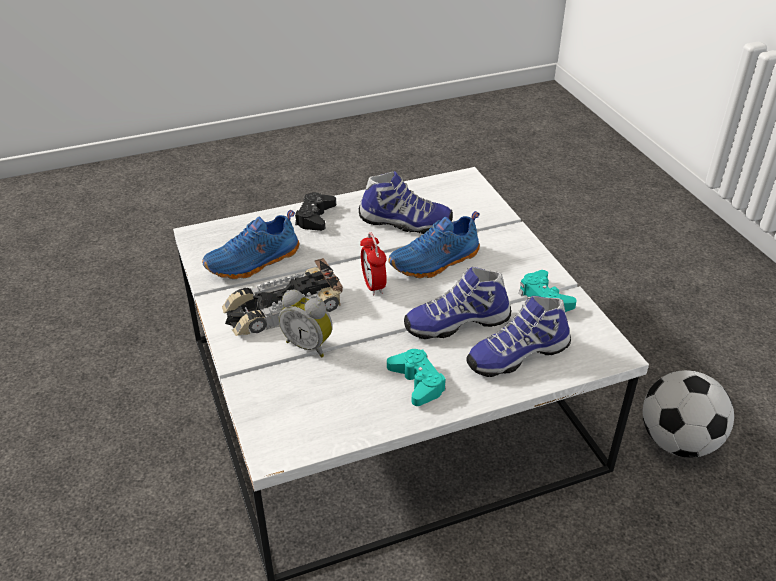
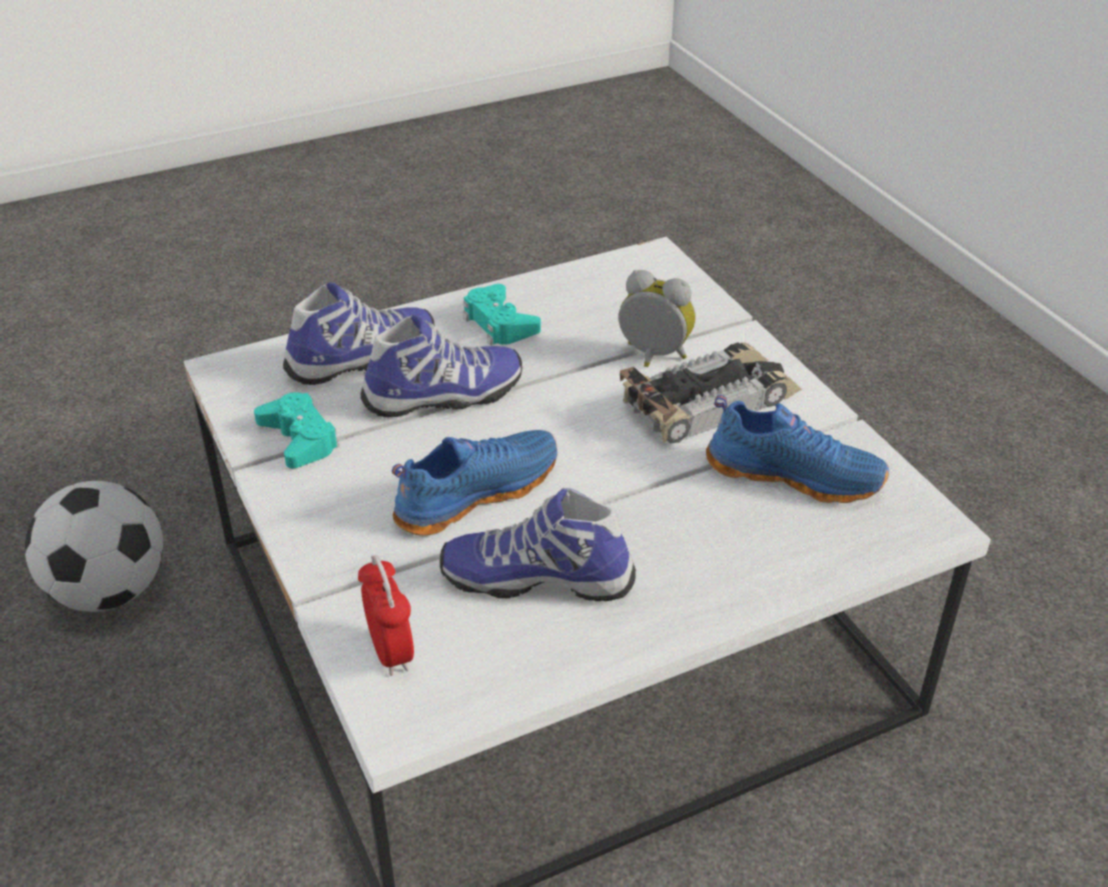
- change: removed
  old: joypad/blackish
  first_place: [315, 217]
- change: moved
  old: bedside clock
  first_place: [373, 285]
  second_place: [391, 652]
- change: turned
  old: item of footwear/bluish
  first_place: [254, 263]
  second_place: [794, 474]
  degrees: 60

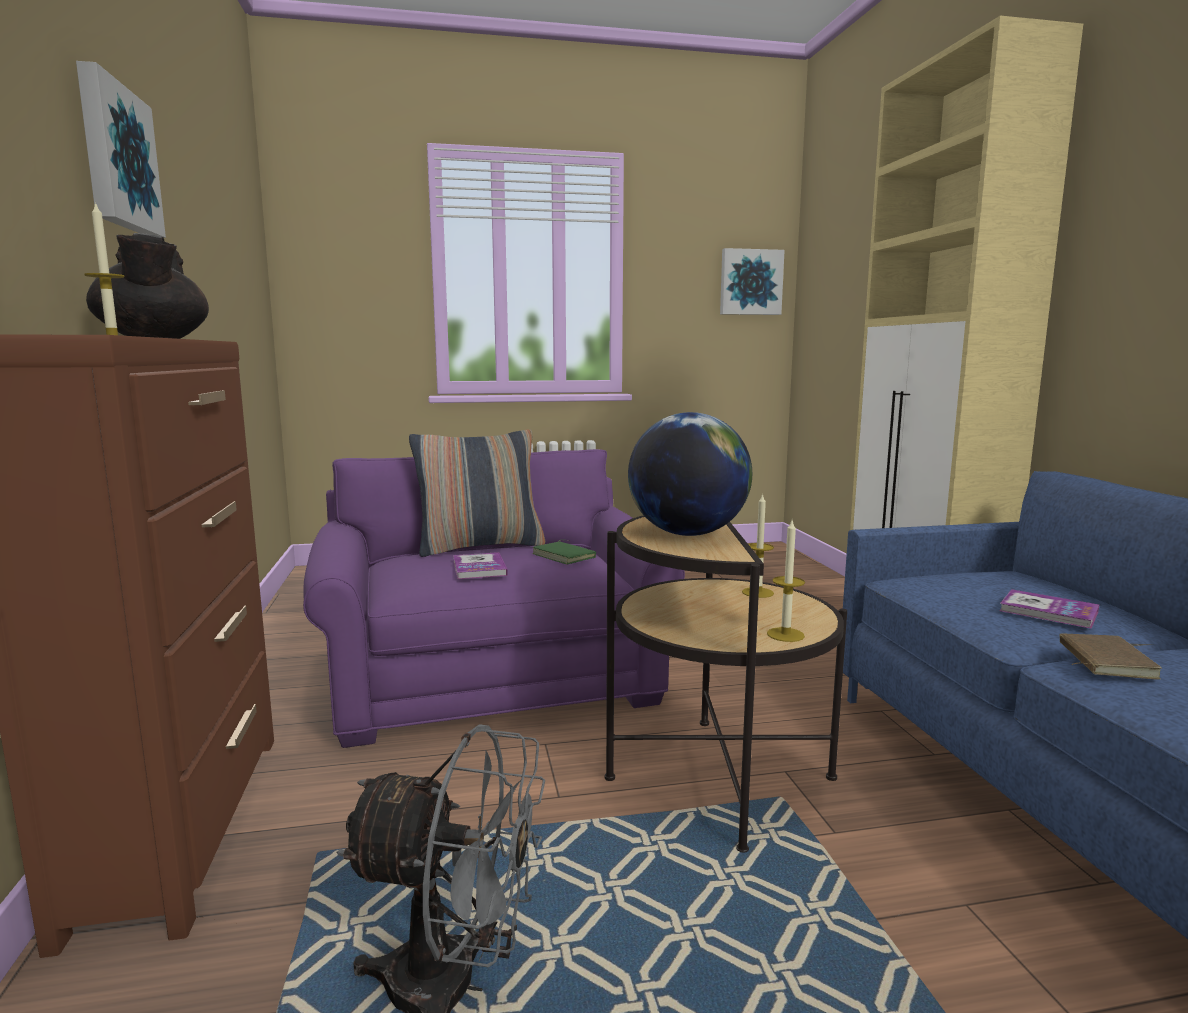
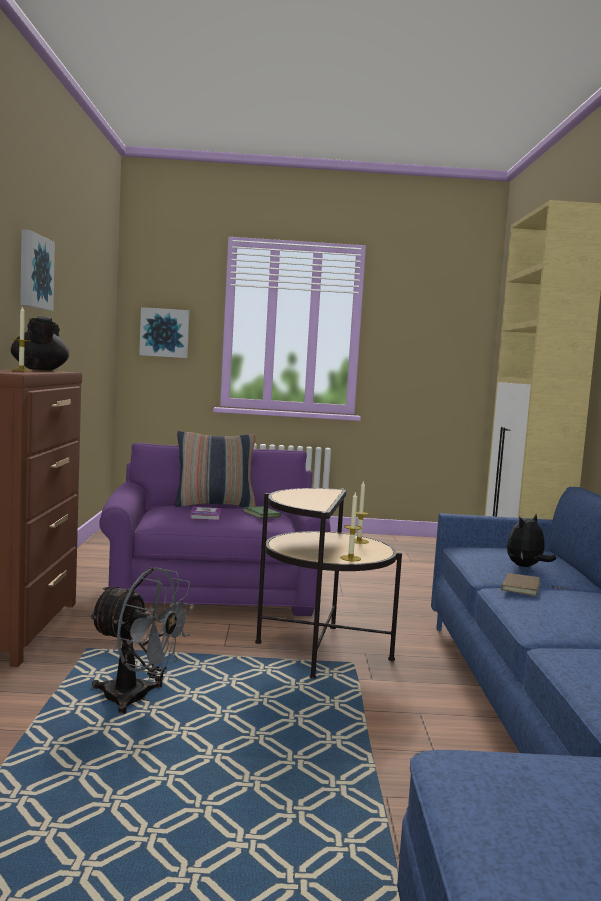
- change: removed
  old: world globe
  first_place: [687, 534]
- change: moved
  old: picture
  first_place: [750, 282]
  second_place: [164, 333]
- change: replaced
  old: bound book
  new: plush toy
  first_place: [1048, 611]
  second_place: [526, 567]

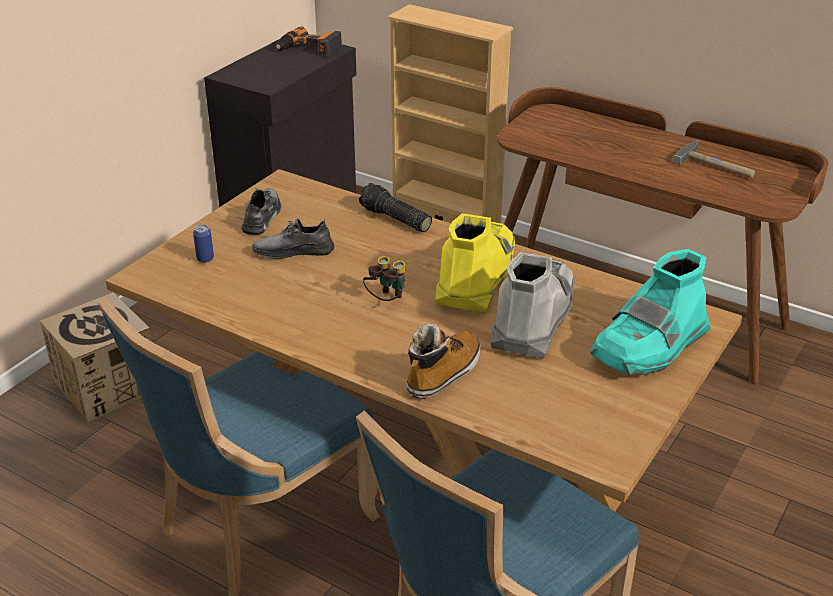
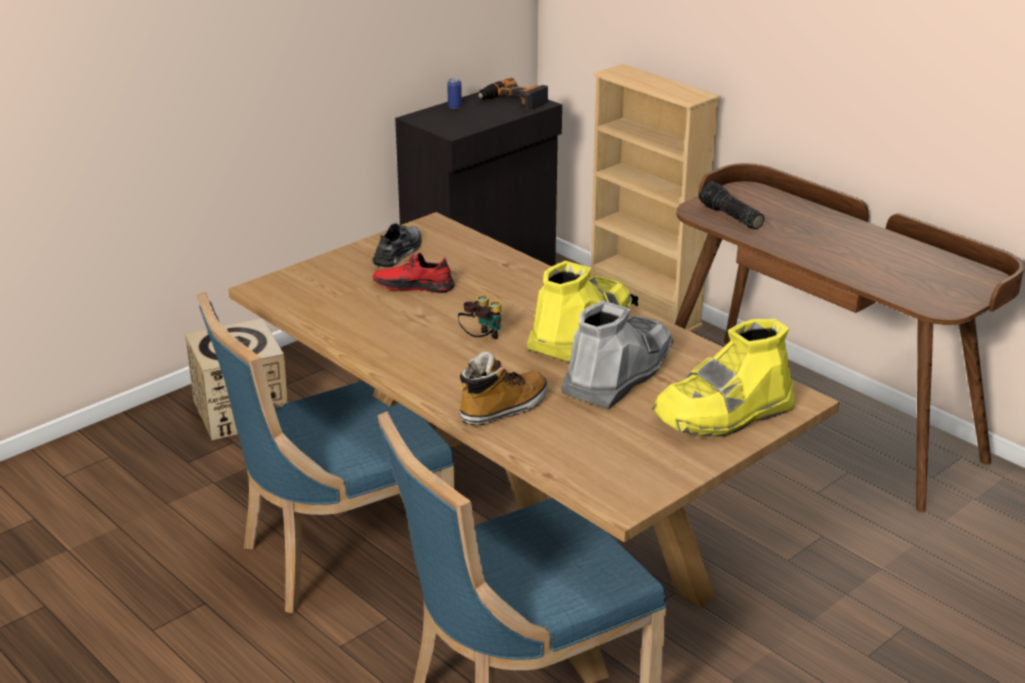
- change: removed
  old: hammer
  first_place: [717, 165]
- change: moved
  old: sealed can
  first_place: [205, 259]
  second_place: [454, 107]
- change: moved
  old: flashlight
  first_place: [394, 219]
  second_place: [729, 217]
- change: recoloured
  old: item of footwear/greyish
  new: item of footwear/red-coloured
  first_place: [293, 251]
  second_place: [414, 286]
- change: recoloured
  old: boot/turquoise-coloured
  new: boot/yellow
  first_place: [650, 347]
  second_place: [723, 415]

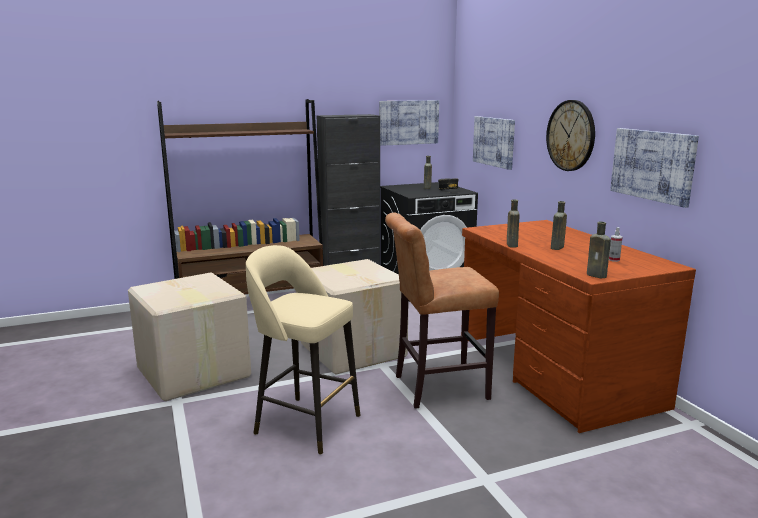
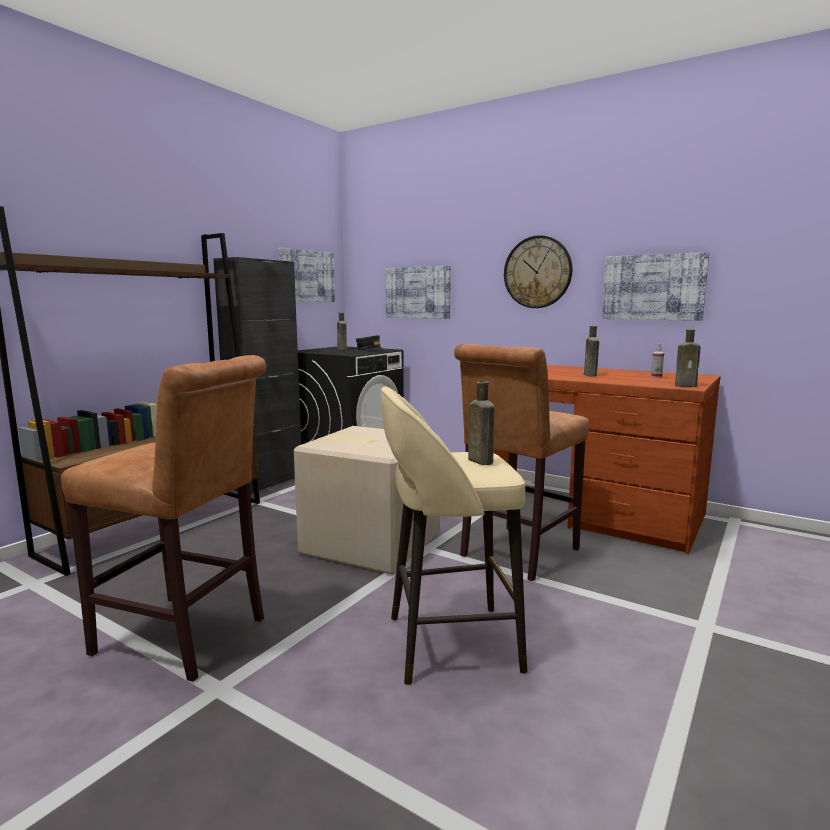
- change: moved
  old: drink bottle/brownish
  first_place: [511, 245]
  second_place: [479, 460]
- change: replaced
  old: carton
  new: sitting stool/brownish
  first_place: [192, 373]
  second_place: [187, 638]

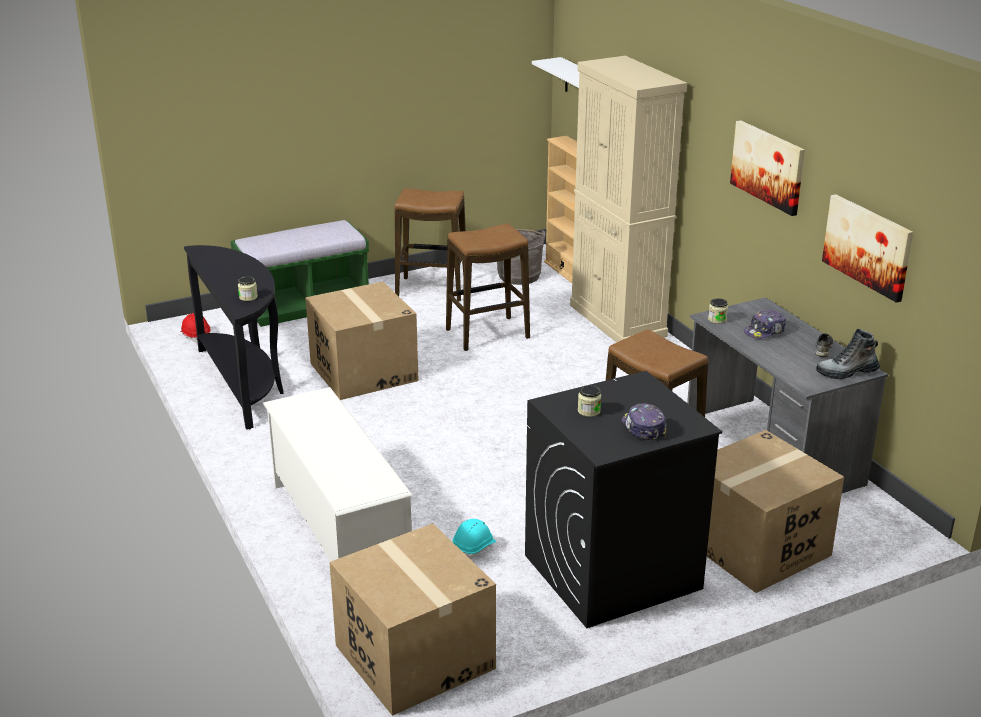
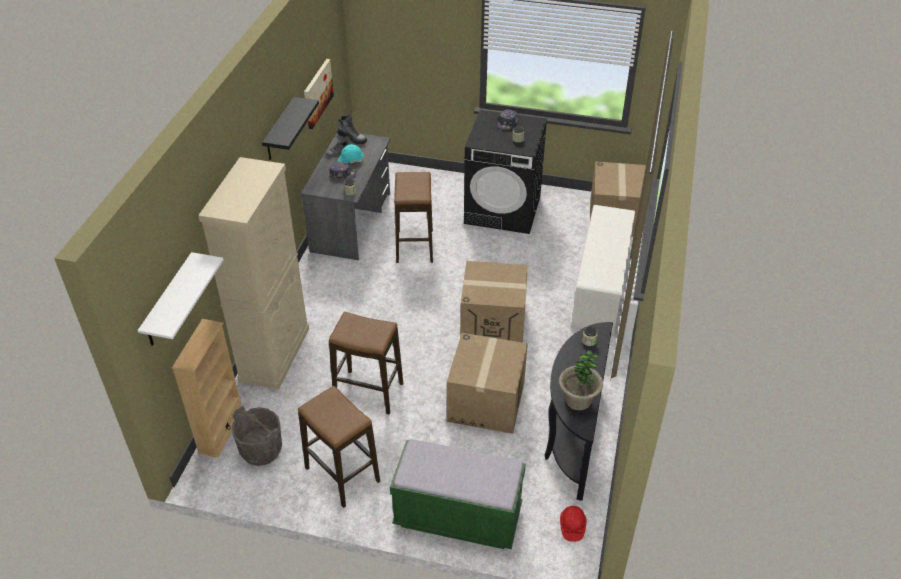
- change: added
  new: plant in a pot
  second_place: [578, 400]
- change: moved
  old: hard hat/turquoise-coloured
  first_place: [474, 548]
  second_place: [350, 161]
- change: moved
  old: carton
  first_place: [756, 547]
  second_place: [493, 323]
- change: replaced
  old: picture
  new: wall shelf/blackish
  first_place: [768, 166]
  second_place: [279, 130]

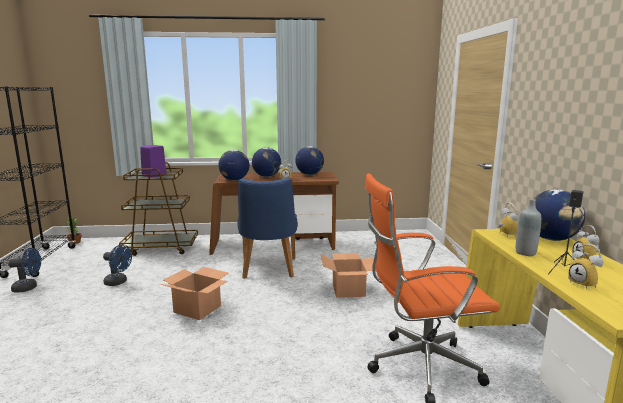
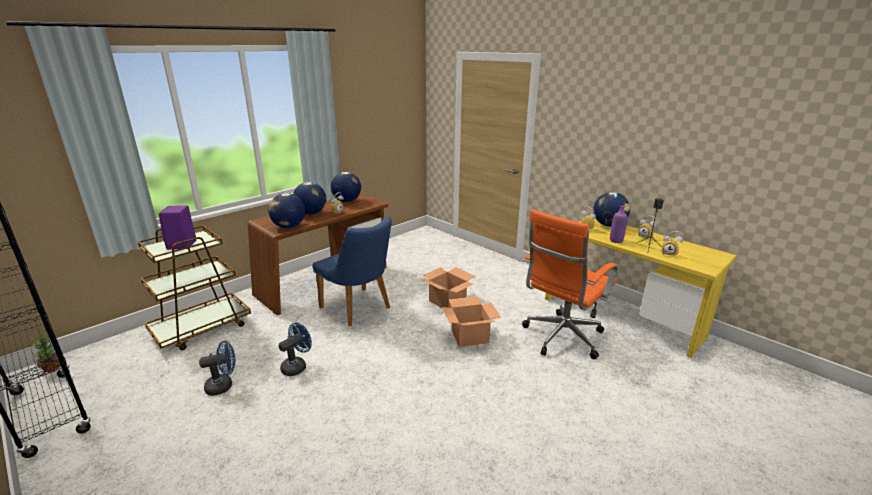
- change: moved
  old: fan/bluish
  first_place: [29, 287]
  second_place: [297, 366]
- change: moved
  old: carton
  first_place: [196, 309]
  second_place: [469, 336]
- change: recoloured
  old: drink bottle/greyish
  new: drink bottle/purplish
  first_place: [525, 253]
  second_place: [616, 240]

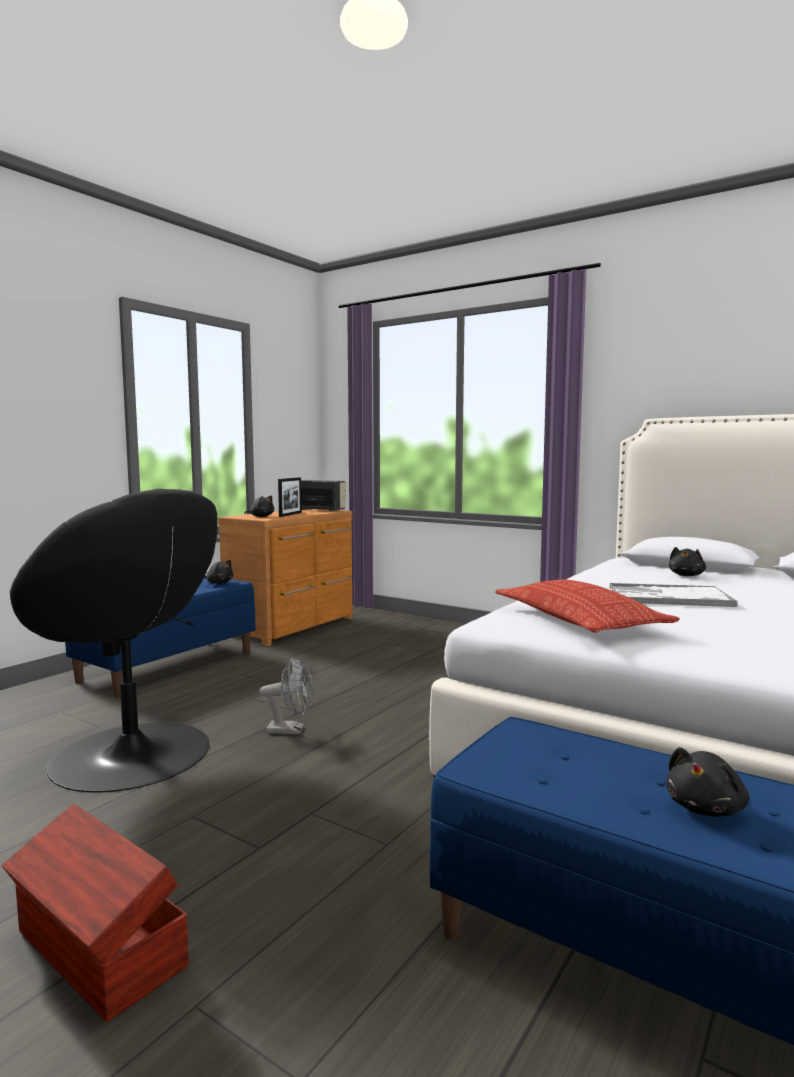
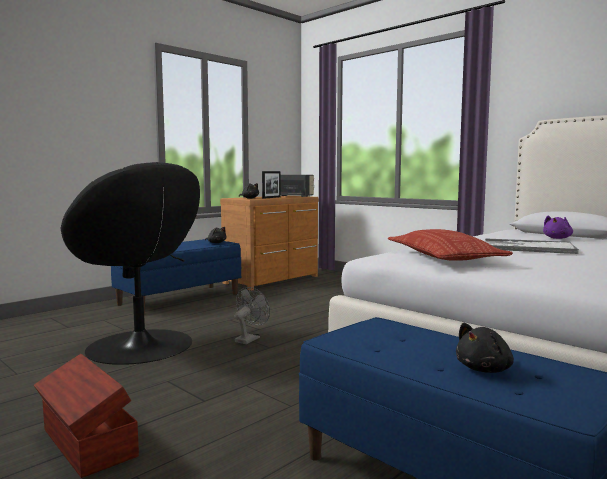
- change: recoloured
  old: plush toy/blackish
  new: plush toy/purplish
  first_place: [686, 575]
  second_place: [557, 238]
- change: turned
  old: fan/greyish
  first_place: [291, 730]
  second_place: [249, 339]
  degrees: -75

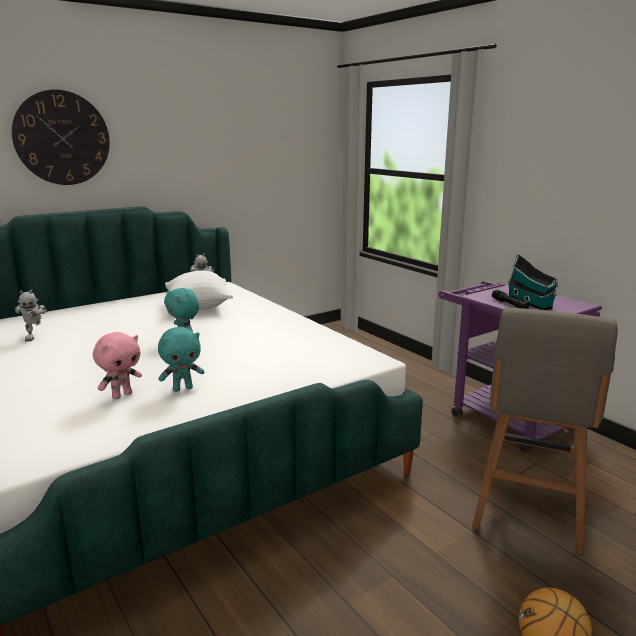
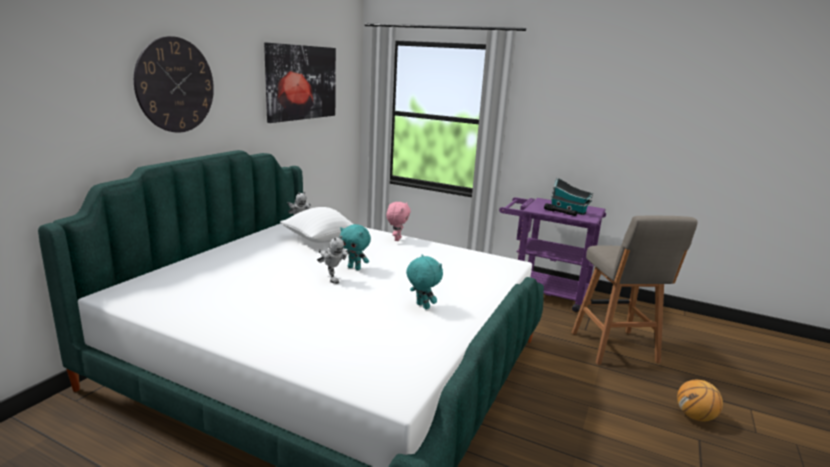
- change: added
  new: picture
  second_place: [301, 82]
- change: moved
  old: robot figure
  first_place: [35, 337]
  second_place: [331, 279]
- change: moved
  old: plush toy/pink-coloured
  first_place: [122, 395]
  second_place: [397, 239]
- change: turned
  old: plush toy/turquoise-coloured
  first_place: [183, 388]
  second_place: [422, 306]
  degrees: -75

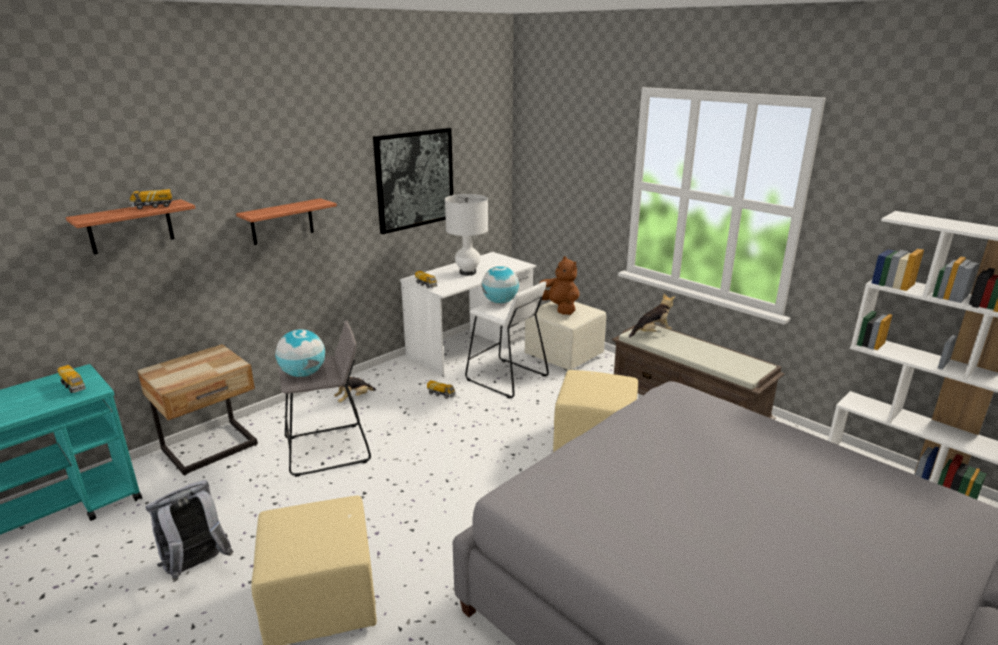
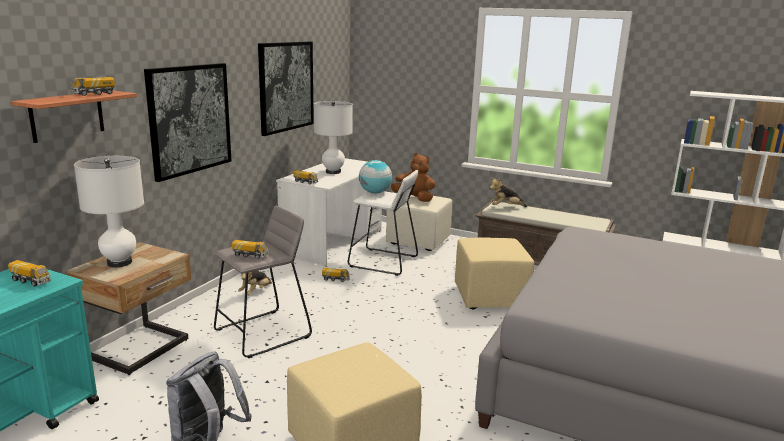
- change: added
  new: tabletop lamp/white-coloured
  second_place: [120, 262]
- change: replaced
  old: wall shelf
  new: picture
  first_place: [282, 222]
  second_place: [190, 119]
- change: replaced
  old: world globe
  new: toy truck
  first_place: [303, 374]
  second_place: [250, 255]
- change: turned
  old: plush toy
  first_place: [652, 333]
  second_place: [505, 207]
  degrees: -150

